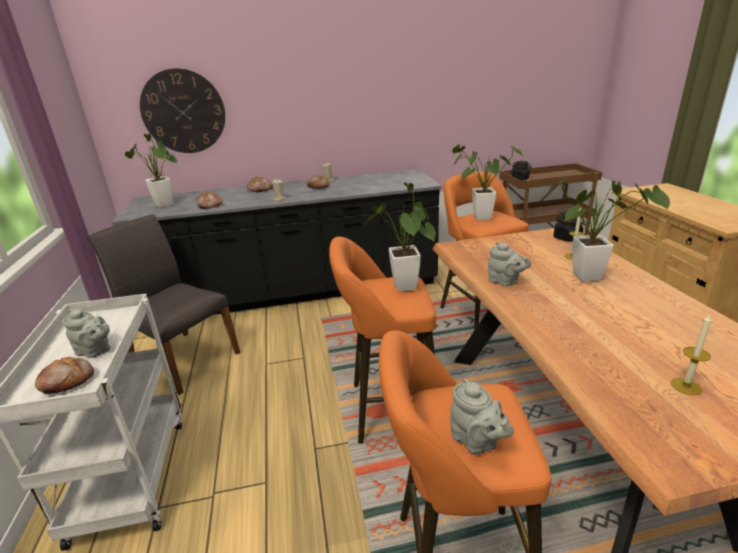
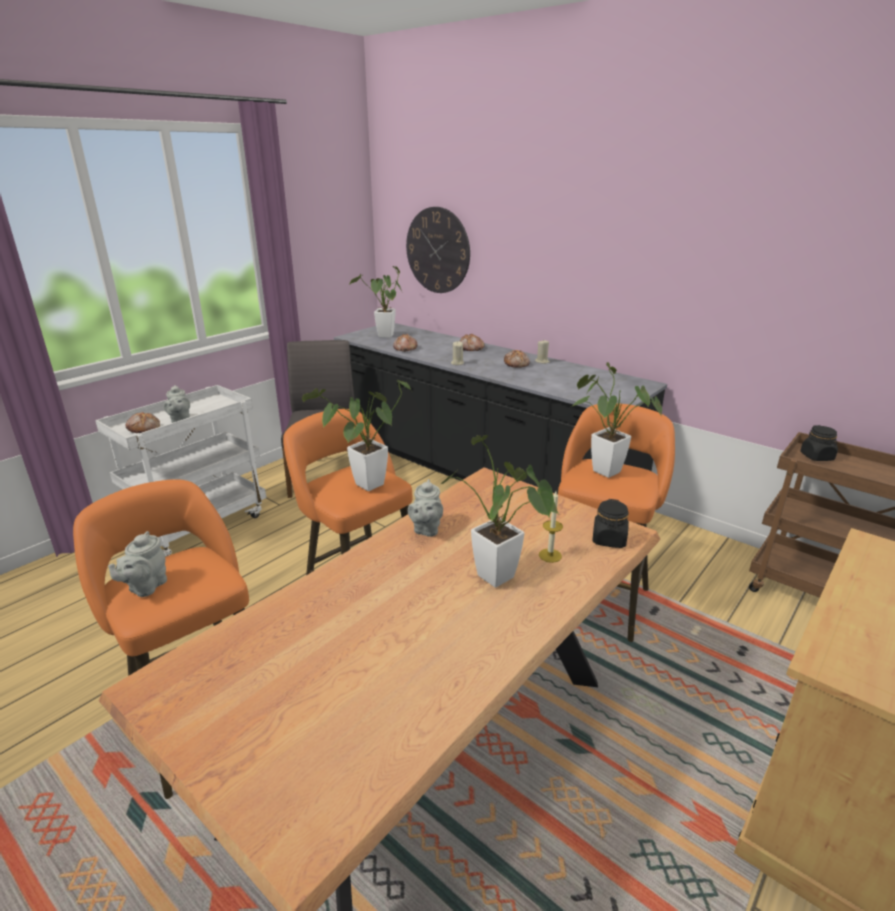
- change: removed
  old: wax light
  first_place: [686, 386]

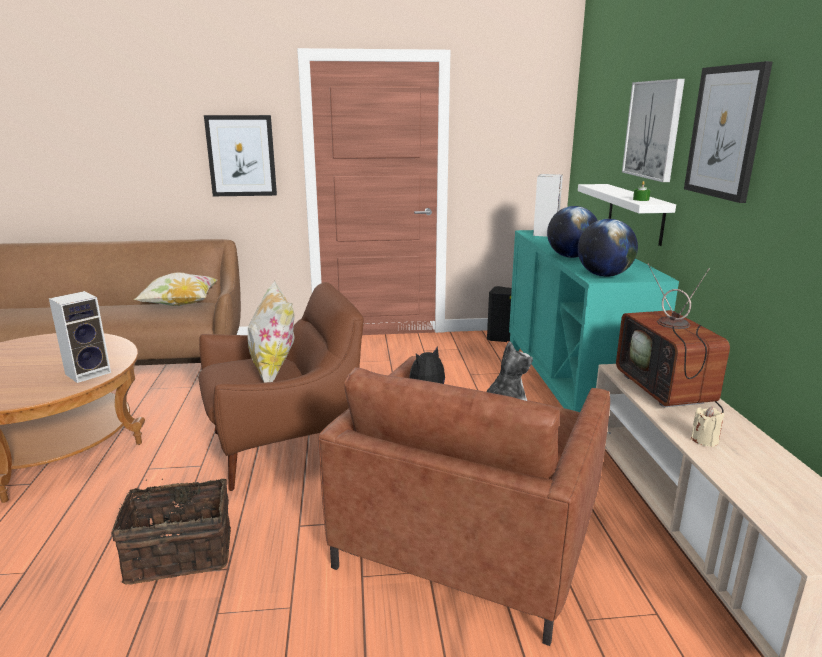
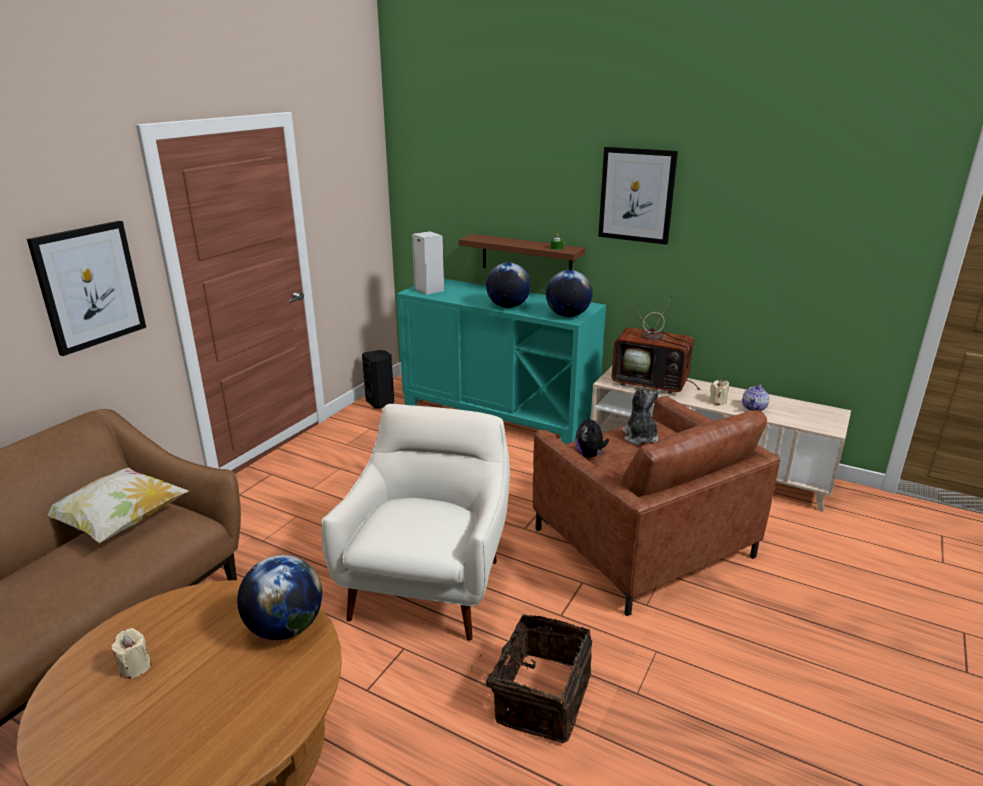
- change: removed
  old: pillow
  first_place: [274, 370]
- change: removed
  old: picture
  first_place: [653, 130]
- change: added
  new: wax light/sand-coloured
  second_place: [135, 667]
- change: added
  new: tea pot
  second_place: [754, 408]
- change: replaced
  old: speaker
  new: world globe
  first_place: [89, 372]
  second_place: [285, 628]
- change: recoloured
  old: lounge chair/brownish
  new: lounge chair/white-coloured
  first_place: [285, 446]
  second_place: [428, 584]
- change: recoloured
  old: wall shelf/white-coloured
  new: wall shelf/brownish
  first_place: [635, 213]
  second_place: [526, 257]

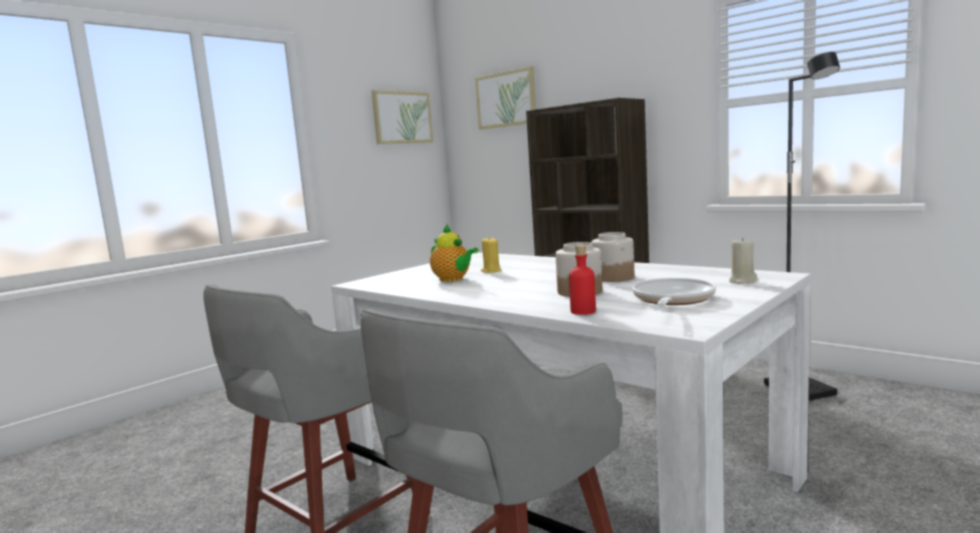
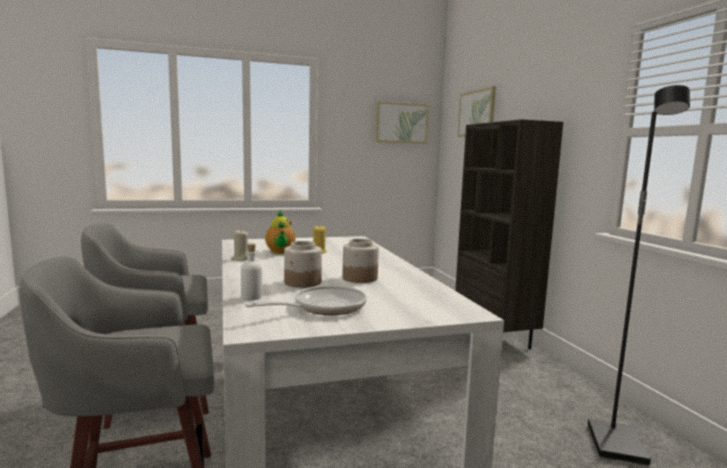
- change: moved
  old: wax light/sand-coloured
  first_place: [742, 281]
  second_place: [240, 259]
- change: recoloured
  old: drink bottle/red-coloured
  new: drink bottle/white-coloured
  first_place: [583, 311]
  second_place: [251, 297]

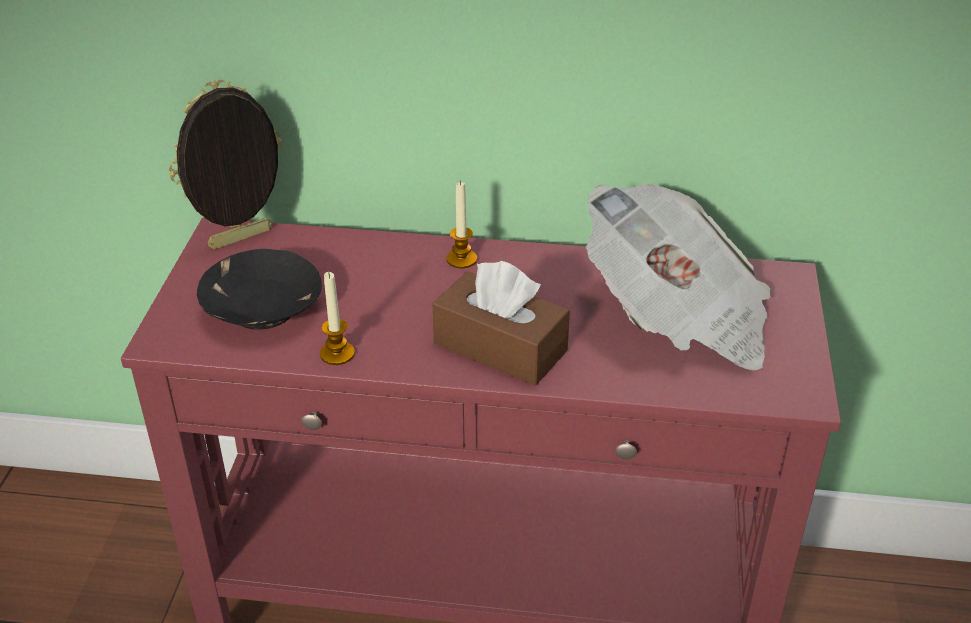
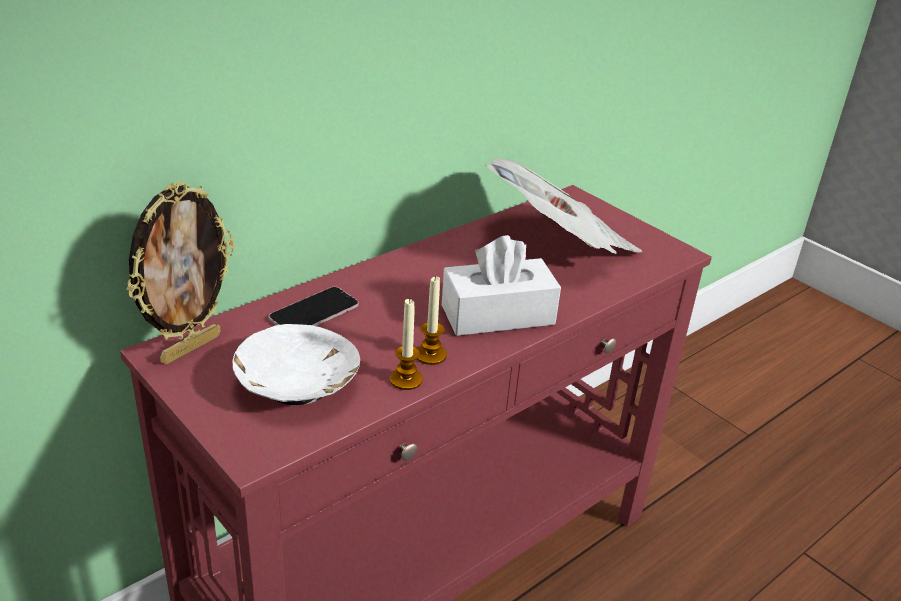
- change: added
  new: handset
  second_place: [314, 312]
- change: moved
  old: wax light
  first_place: [461, 259]
  second_place: [430, 355]
- change: recoloured
  old: deep dish/blackish
  new: deep dish/white-coloured
  first_place: [261, 309]
  second_place: [297, 385]
- change: recoloured
  old: box of tissues/brownish
  new: box of tissues/white-coloured
  first_place: [500, 347]
  second_place: [497, 315]
- change: turned
  old: photo frame
  first_place: [242, 240]
  second_place: [190, 347]
  degrees: -150

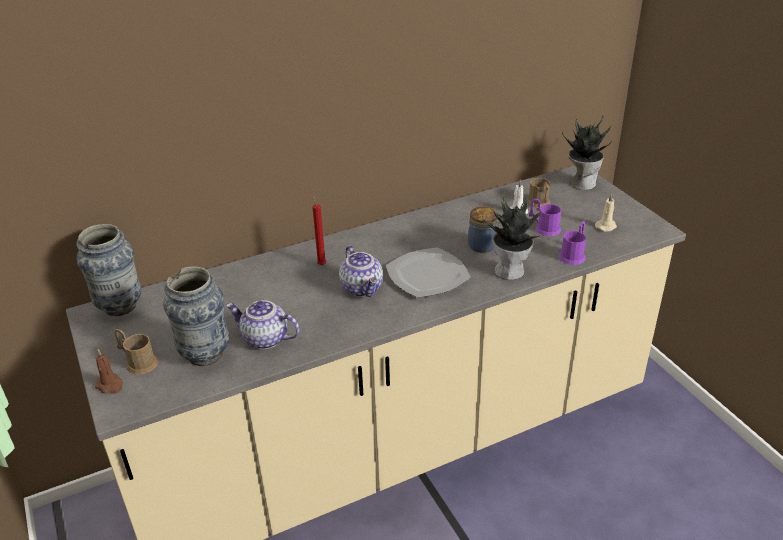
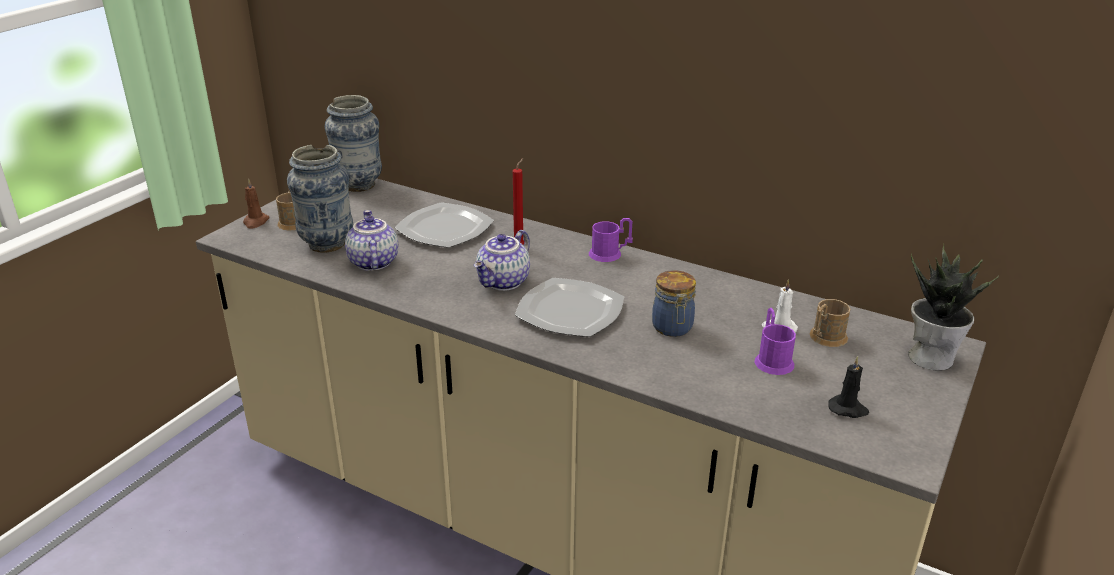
- change: removed
  old: plant in a pot
  first_place: [510, 271]
- change: added
  new: plate
  second_place: [443, 229]
- change: moved
  old: tea mug/purplish
  first_place: [573, 255]
  second_place: [610, 254]
- change: recoloured
  old: wax light/sand-coloured
  new: wax light/blackish
  first_place: [606, 226]
  second_place: [848, 409]

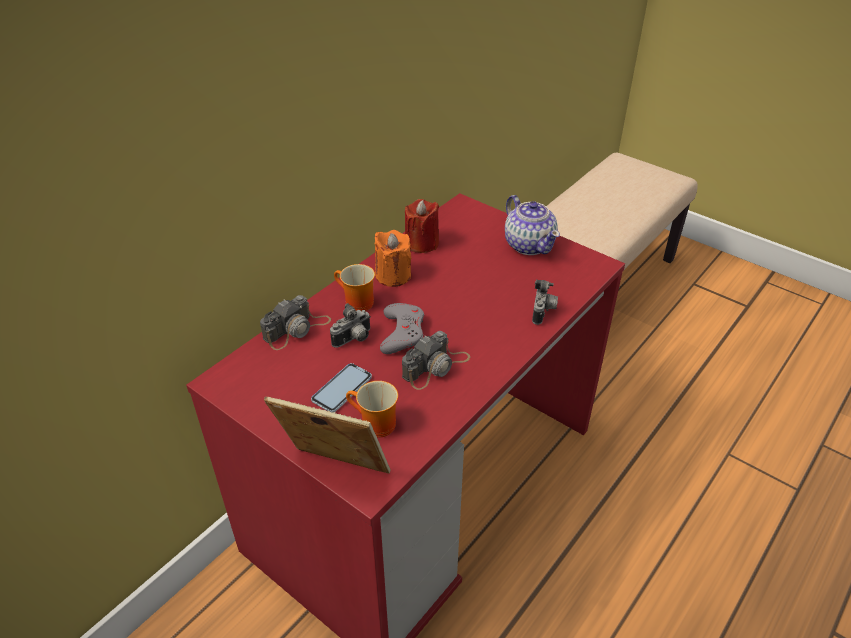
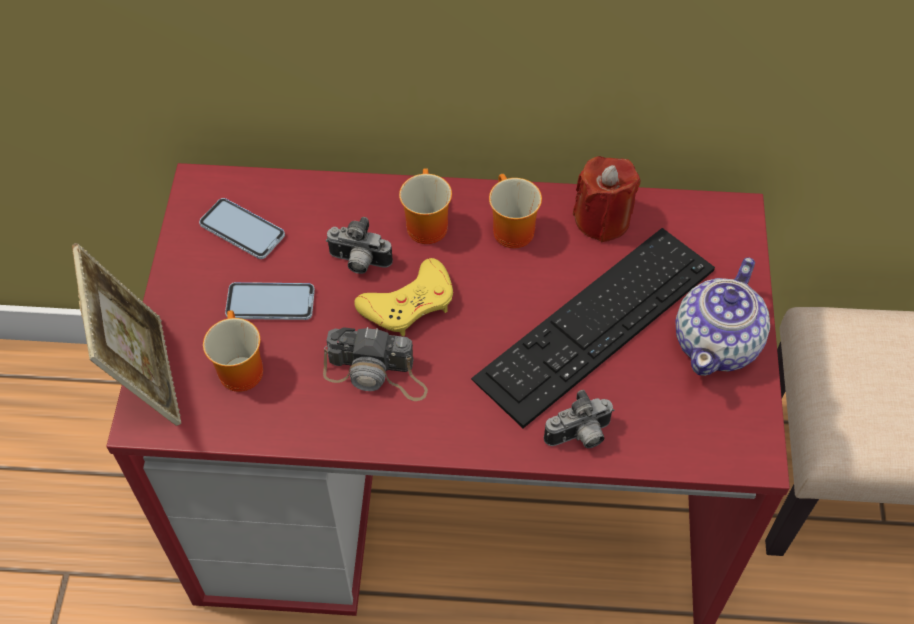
- change: removed
  old: still camera
  first_place: [297, 329]
- change: added
  new: handset
  second_place: [242, 230]
- change: added
  new: computer keyboard
  second_place: [596, 323]
- change: replaced
  old: wax light/orange
  new: tea mug
  first_place: [393, 275]
  second_place: [508, 229]
- change: recoloured
  old: joypad/greyish
  new: joypad/yellow
  first_place: [402, 333]
  second_place: [409, 303]

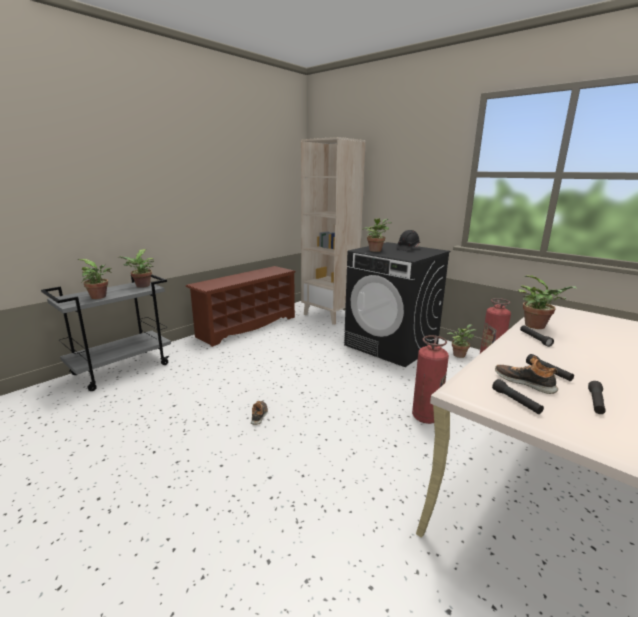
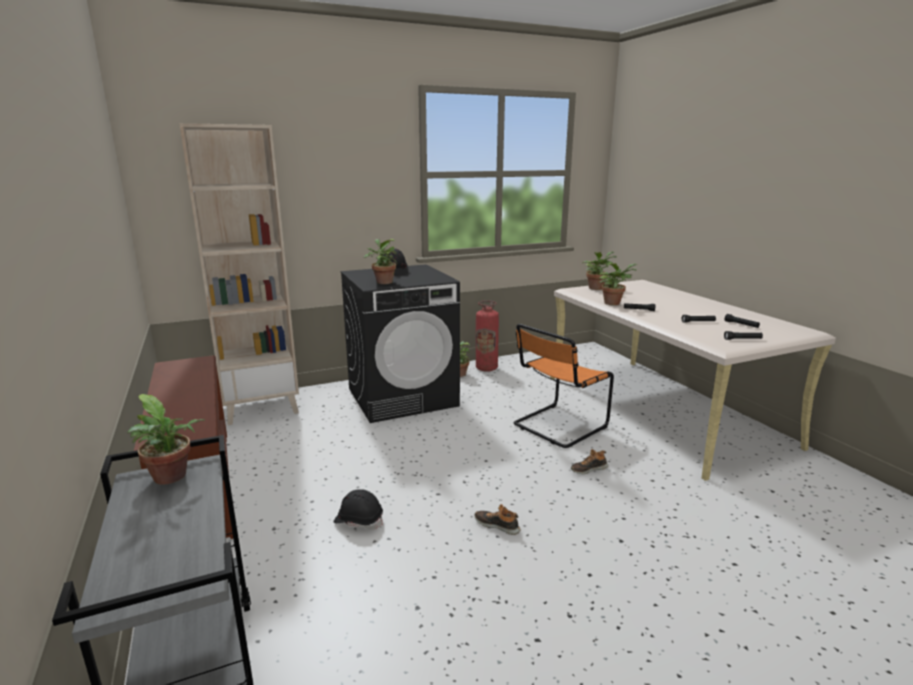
- change: added
  new: hard hat/blackish
  second_place: [359, 521]
- change: moved
  old: plant in a pot
  first_place: [100, 297]
  second_place: [596, 288]
- change: moved
  old: item of footwear
  first_place: [524, 382]
  second_place: [588, 469]
- change: replaced
  old: extinguisher
  new: chair/orange
  first_place: [425, 417]
  second_place: [557, 426]

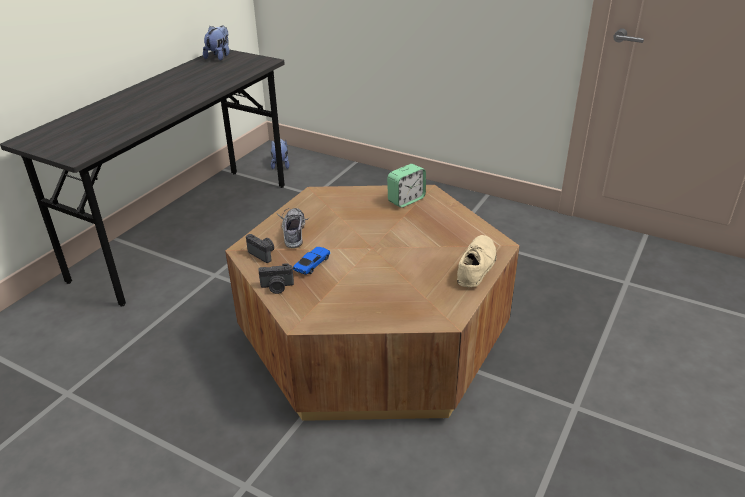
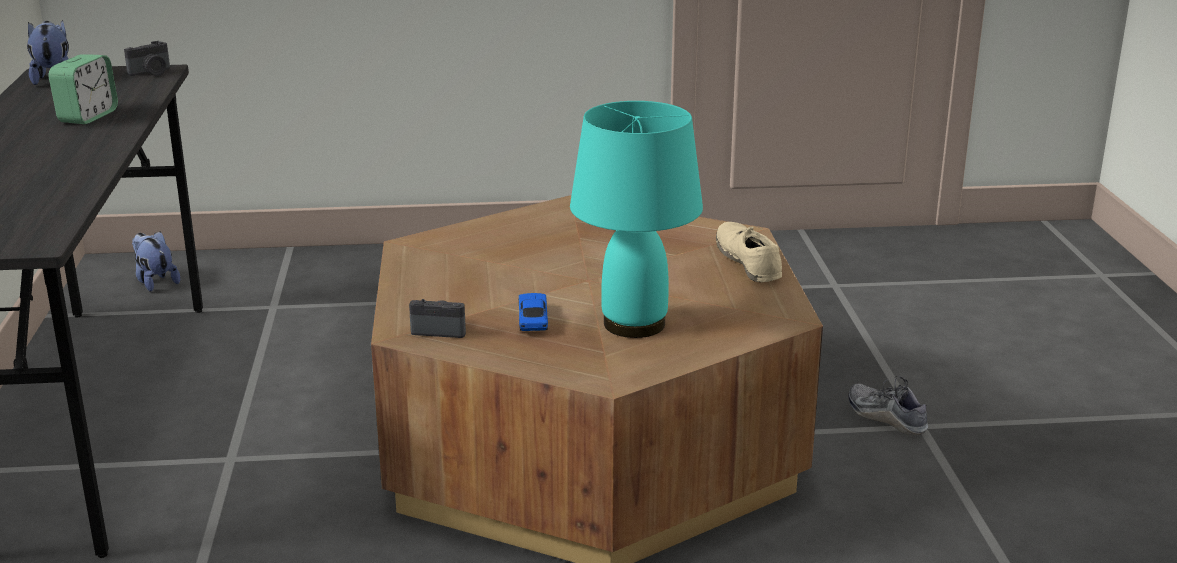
- change: added
  new: tabletop lamp/turquoise-coloured
  second_place: [634, 325]
- change: moved
  old: still camera
  first_place: [277, 287]
  second_place: [151, 73]
- change: moved
  old: item of footwear
  first_place: [294, 233]
  second_place: [886, 417]
- change: moved
  old: bedside clock
  first_place: [406, 200]
  second_place: [88, 116]

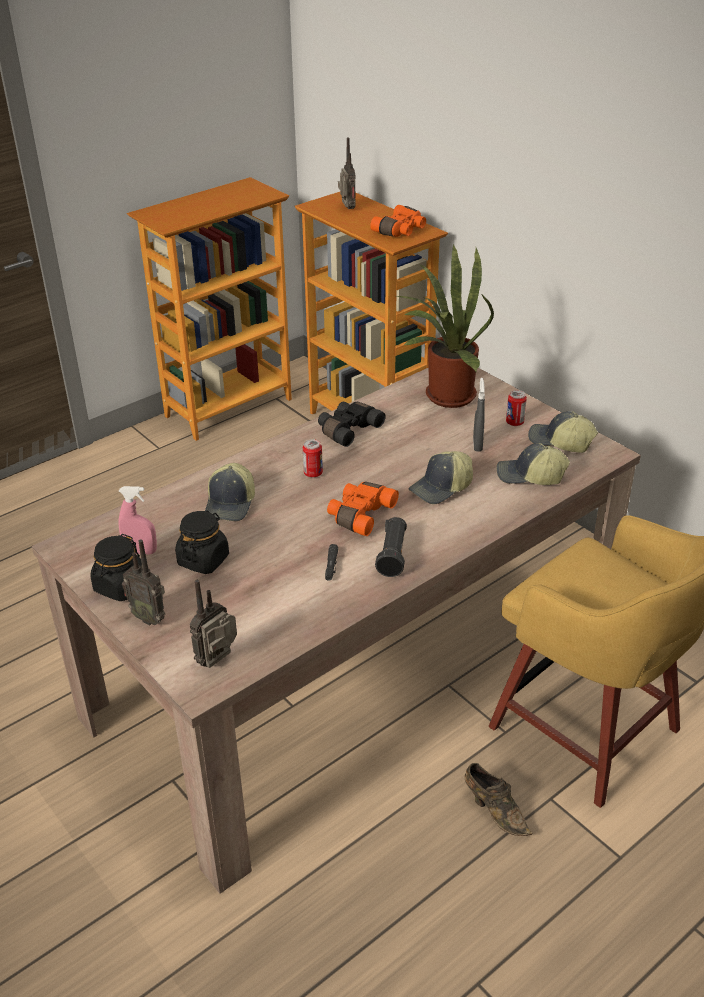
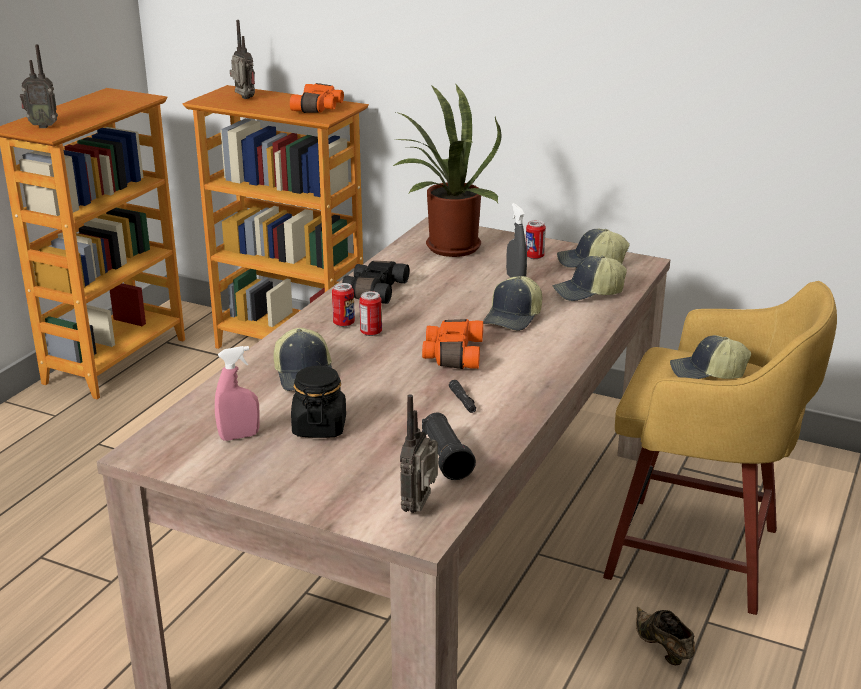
- change: removed
  old: jar/blackish
  first_place: [120, 586]
- change: added
  new: sealed can
  second_place: [344, 323]
- change: added
  new: peaked cap
  second_place: [707, 373]
- change: moved
  old: radio
  first_place: [150, 617]
  second_place: [43, 126]
- change: moved
  old: flashlight/blackish
  first_place: [393, 555]
  second_place: [446, 458]
- change: turned
  old: item of footwear/brownish
  first_place: [494, 810]
  second_place: [662, 648]
  degrees: -135

